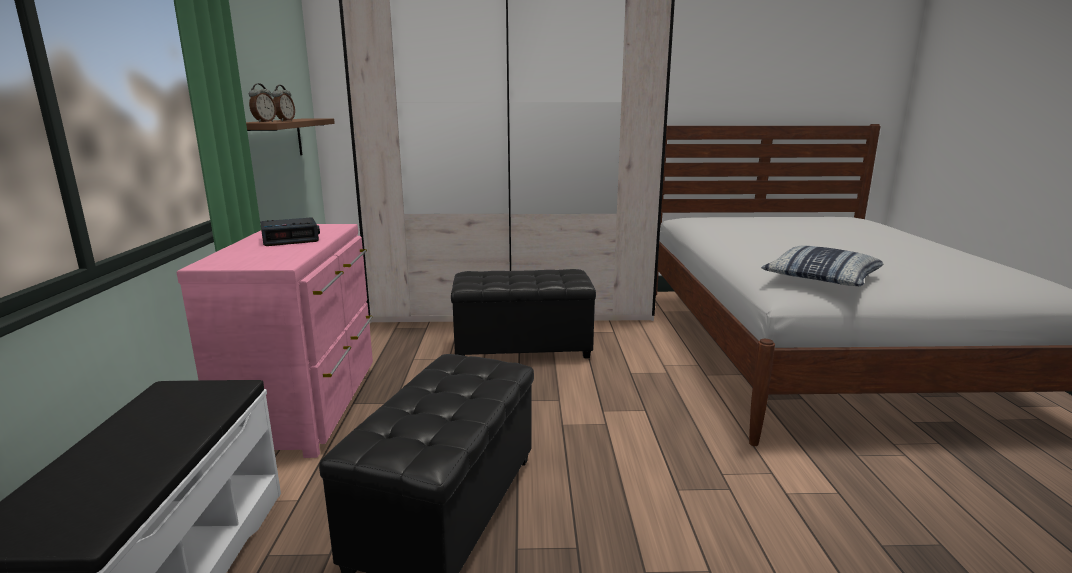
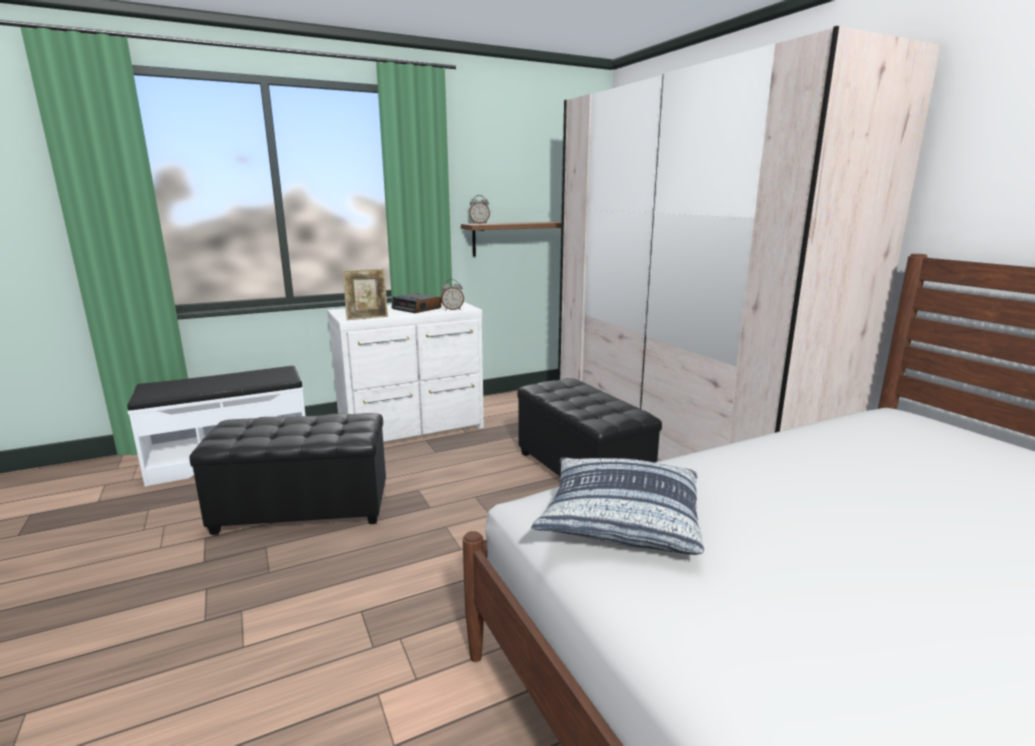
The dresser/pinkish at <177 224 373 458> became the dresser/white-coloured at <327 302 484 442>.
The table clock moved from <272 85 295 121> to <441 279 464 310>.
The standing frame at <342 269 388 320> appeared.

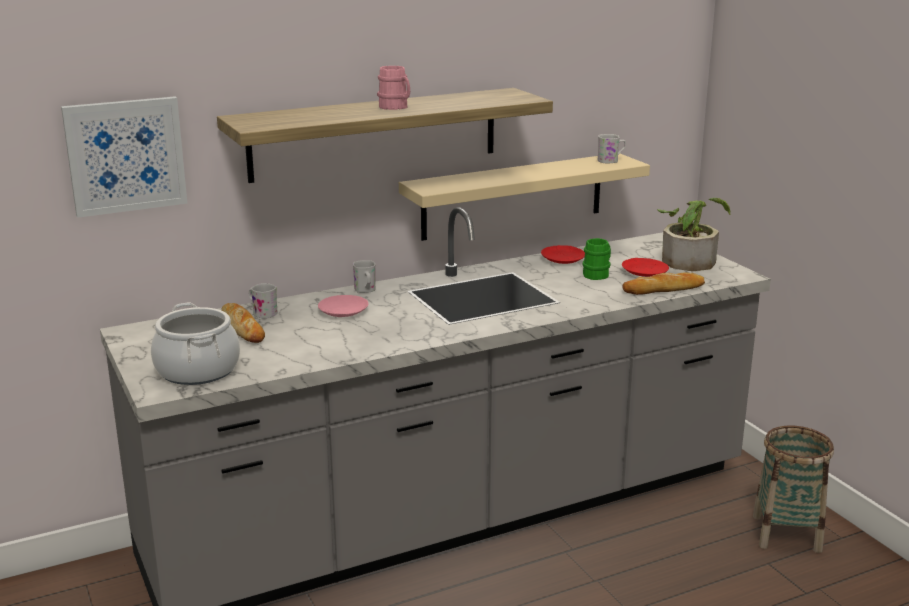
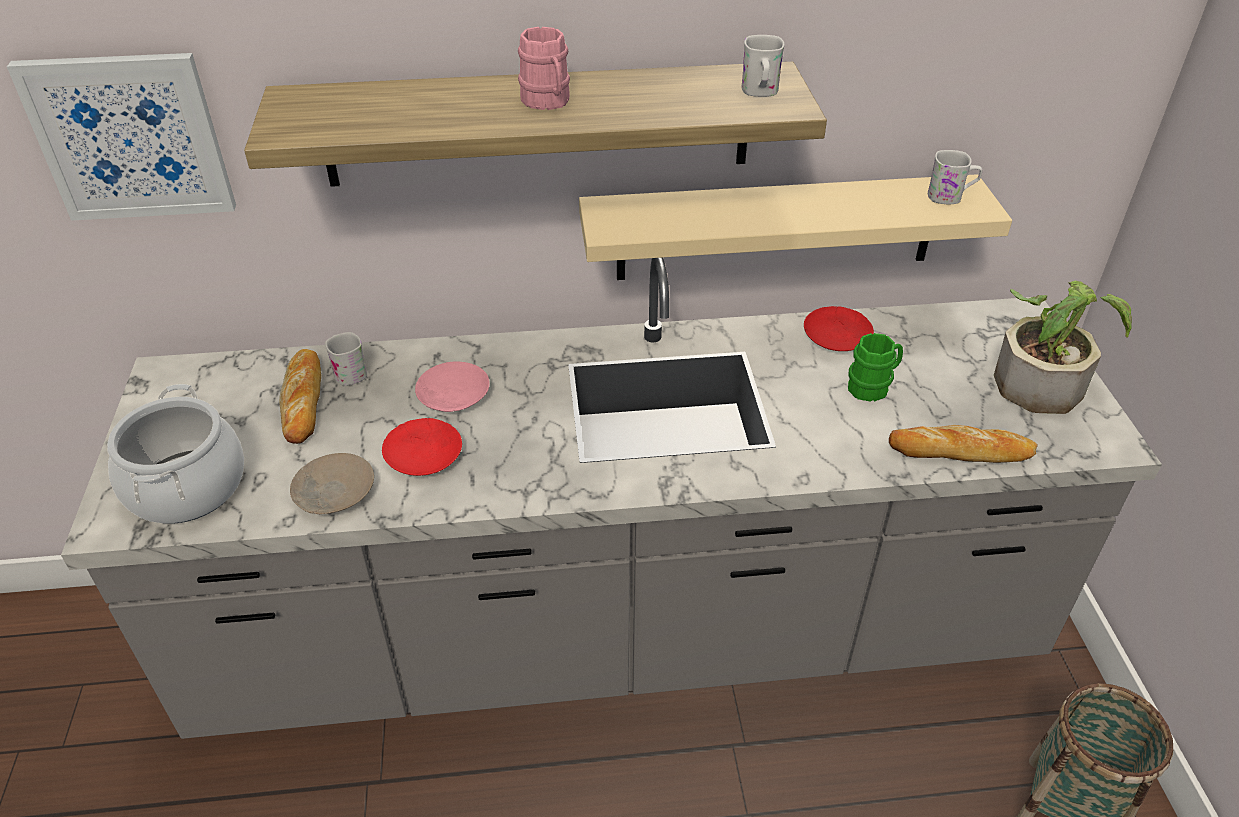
The coffee mug/white-coloured moved from <353 260 376 293> to <741 35 785 97>.
The plate/red-coloured moved from <622 258 669 277> to <382 418 462 476>.
The plate/beige-coloured at <290 453 374 514> appeared.

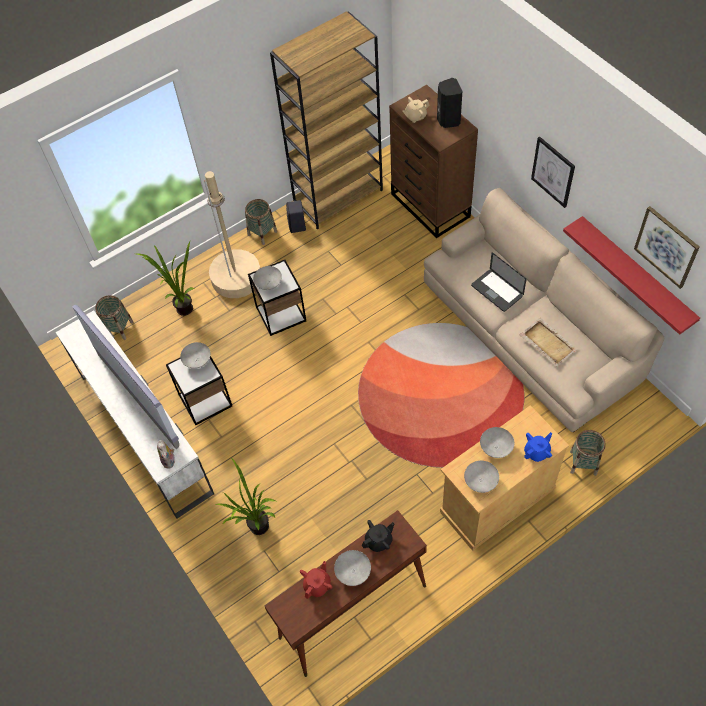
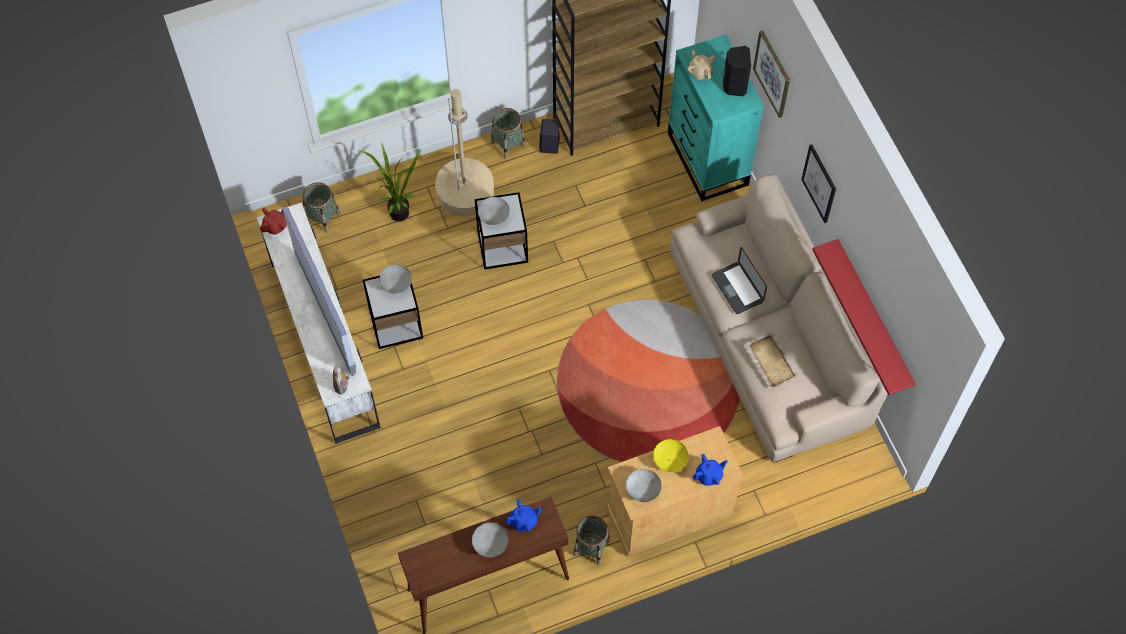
The houseplant at <214 458 276 535> disappeared.
The pot for tea/red-coloured moved from <300 561 332 599> to <260 206 287 235>.
The pot for tea/black-coloured at <362 520 394 552> became the pot for tea/blue at <505 499 542 532>.
The dresser/brownish at <389 85 478 239> became the dresser/blue-green at <668 34 764 202>.
The pot for tea/beige-coloured at <403 97 430 123> turned 75 degrees clockwise.
The bowl/gray at <480 427 514 458> became the bowl/yellowish at <653 439 688 472>.
The storage basket moved from <570 430 606 476> to <573 516 609 565>.
The wall art moved from <634 206 700 289> to <753 30 790 118>.

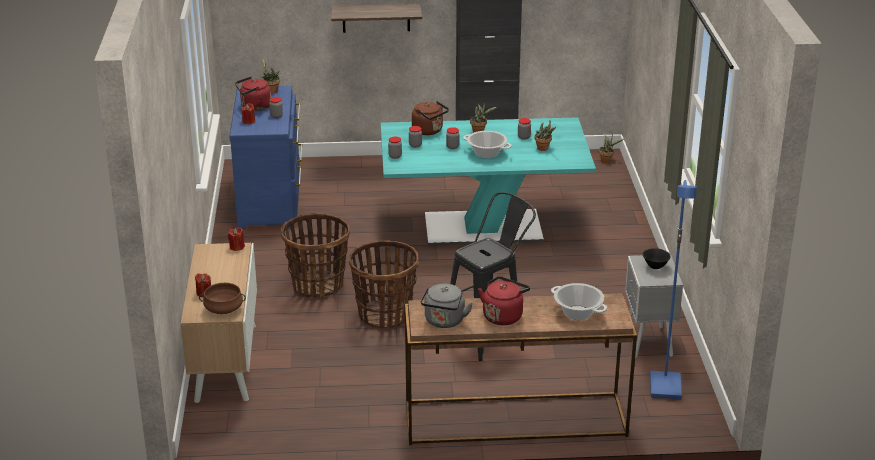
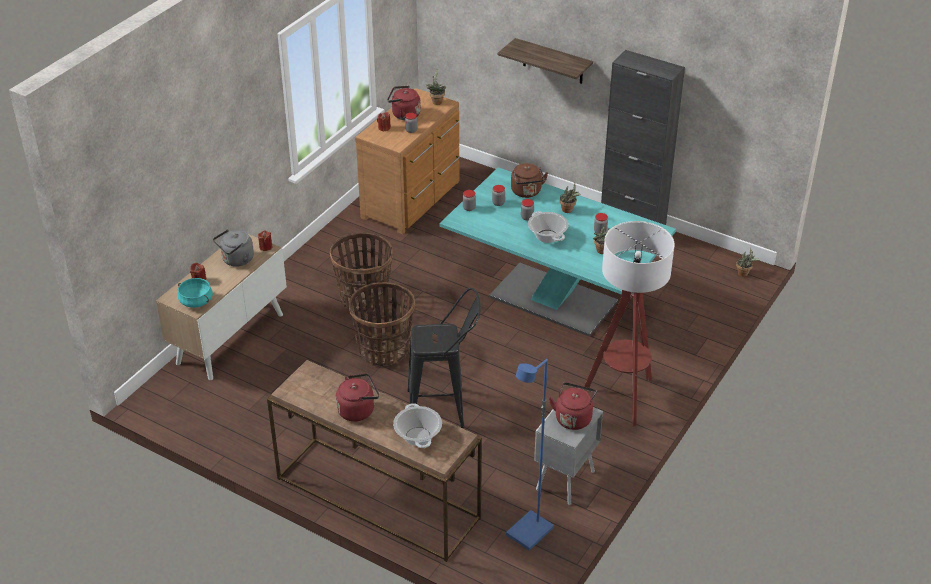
The cooking pot/brownish at <199 283 246 314> became the cooking pot/blue-green at <178 278 213 308>.
The dresser/blue at <229 86 302 230> became the dresser/brownish at <355 88 460 234>.
The water kettle/gray moved from <420 284 473 328> to <213 229 254 267>.
The bowl/black-coloured at <643 248 671 269> was replaced by the water kettle/red-coloured at <549 382 597 430>.
The floor lamp at <584 221 675 426> appeared.

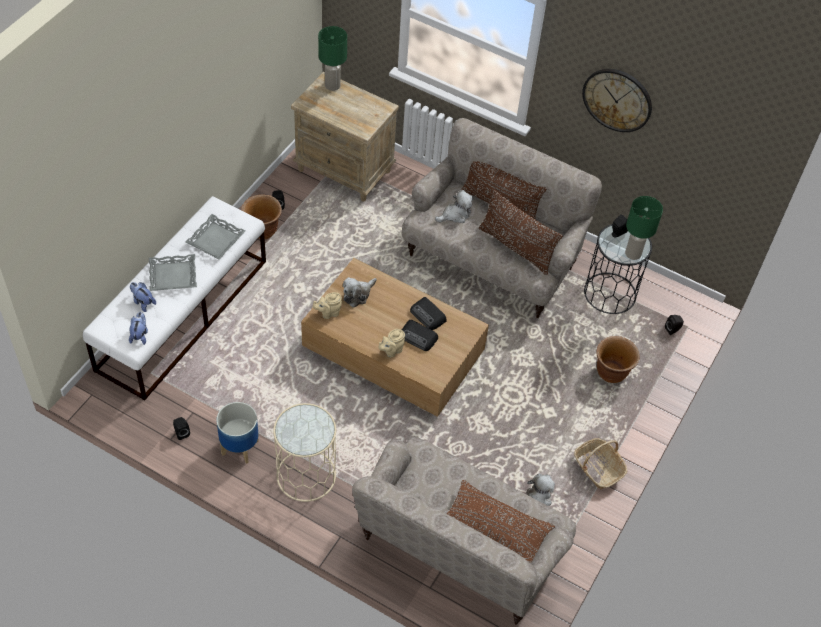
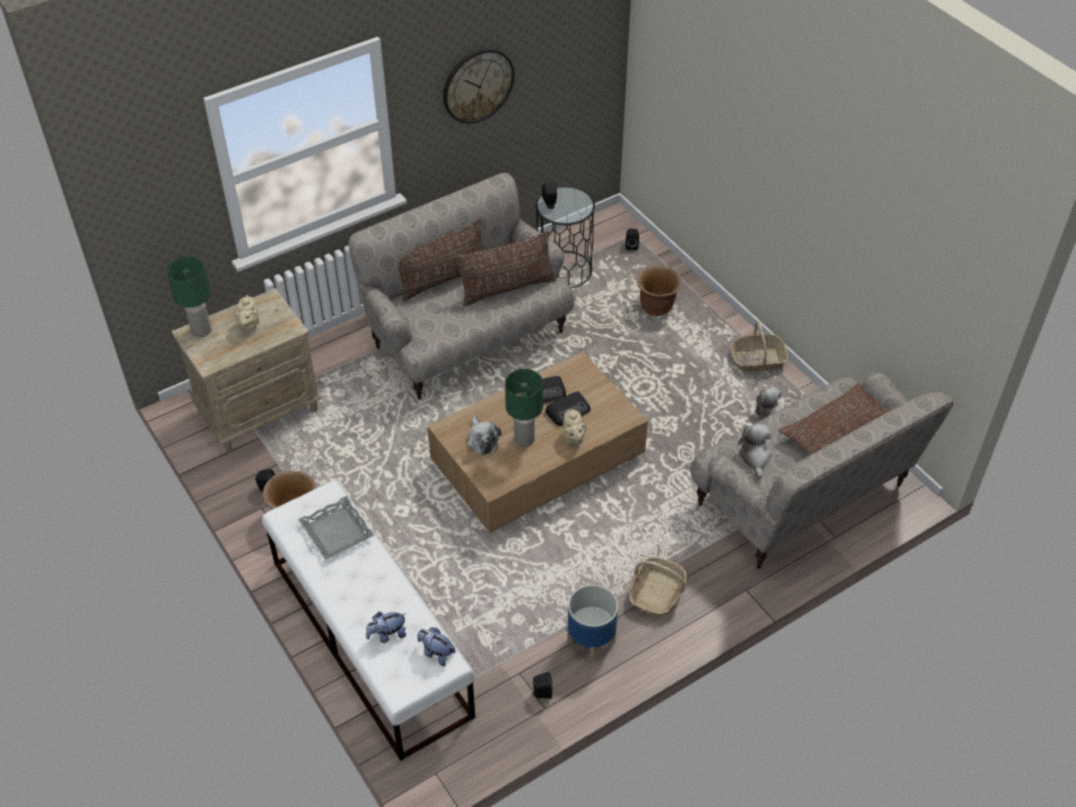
The tray/gray at <149 254 197 291> disappeared.
The end table/beige-coloured at <273 403 336 502> was replaced by the storage basket at <629 557 687 617>.
The pot for tea/beige-coloured moved from <313 292 342 319> to <234 295 259 332>.
The cuddly toy moved from <435 190 474 223> to <738 423 772 479>.
The tabletop lamp/green-coloured moved from <625 196 663 260> to <505 369 543 447>.

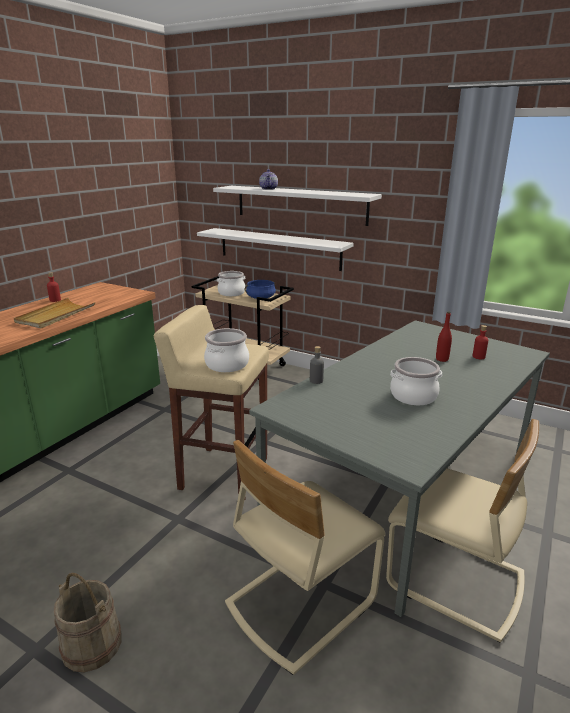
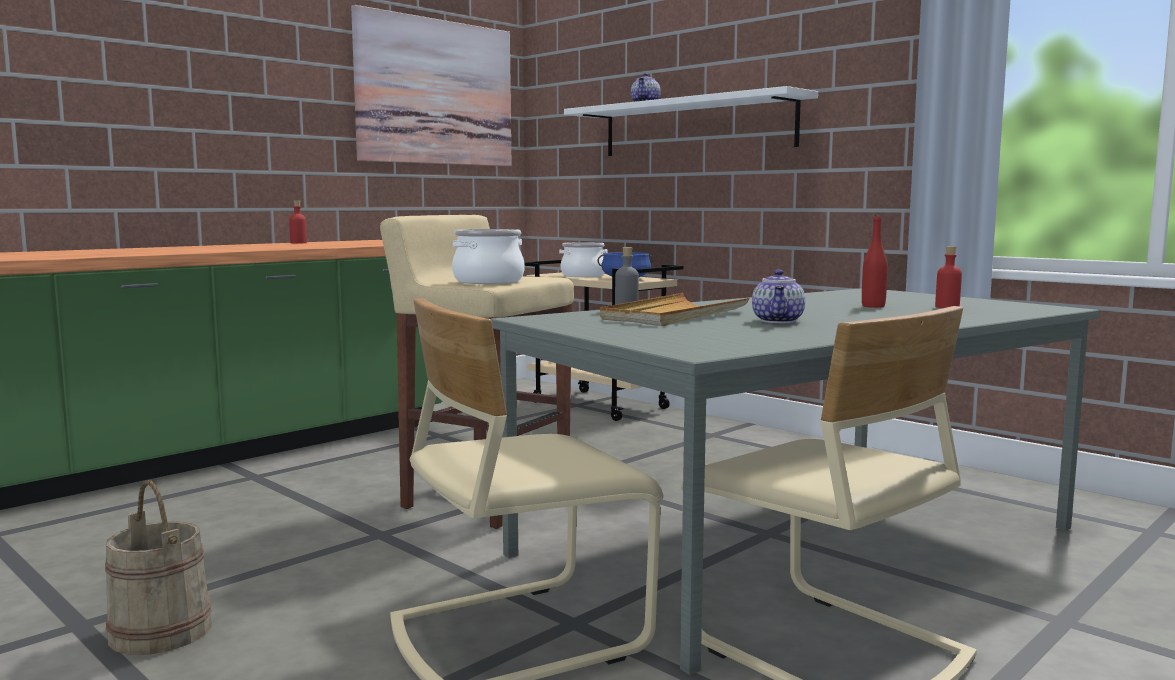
The tray/beige-coloured moved from <14 298 95 329> to <600 293 749 326>.
The wall shelf/white-coloured at <197 228 354 271> disappeared.
The cooking pot at <390 357 442 405> was replaced by the pot for tea at <752 270 805 323>.
The wall art at <351 5 512 166> appeared.

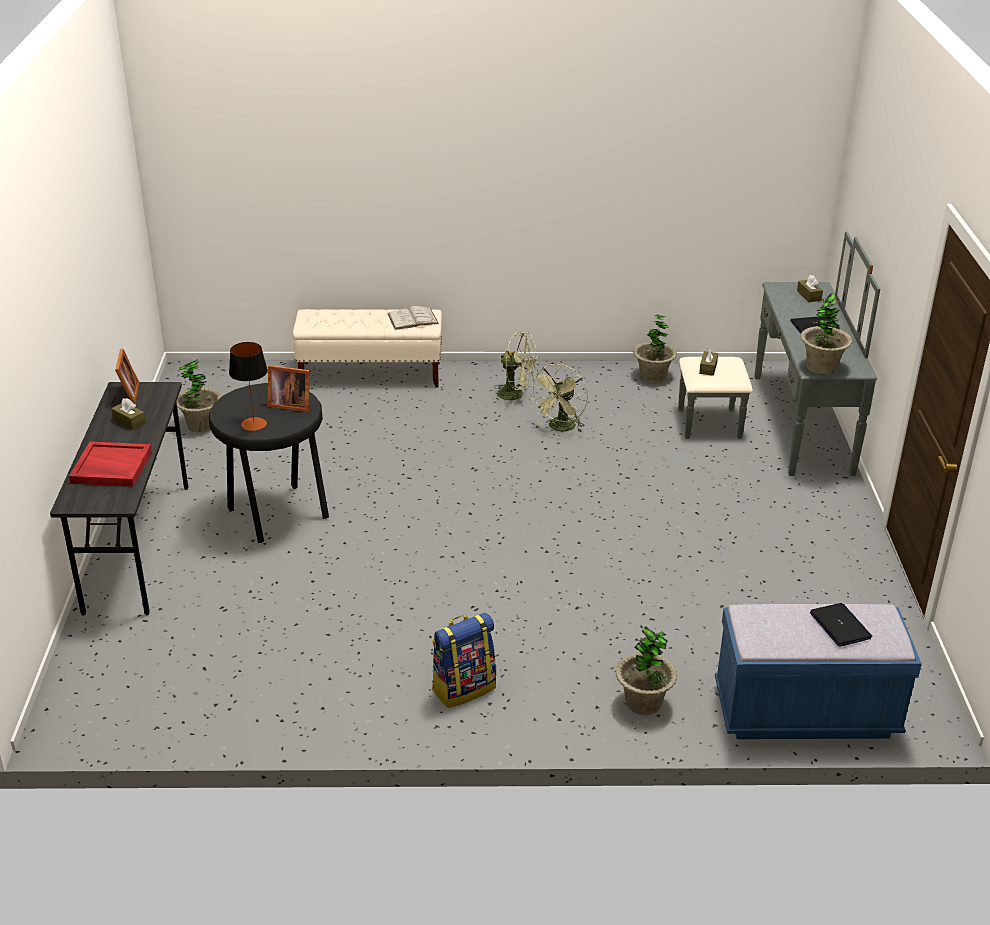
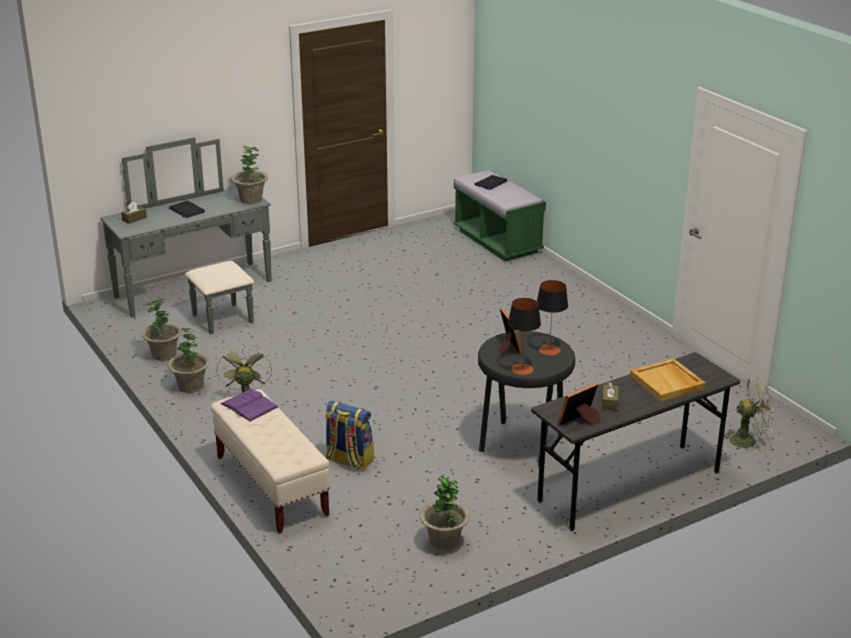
The tray/red-coloured at <69 441 152 487> became the tray/beige-coloured at <630 359 706 401>.
The bound book/white-coloured at <388 306 439 330> became the bound book/purple at <220 388 278 422>.
The knapsack moved from <432 612 496 708> to <325 401 374 470>.
The cooling fan/green-coloured moved from <530 364 588 432> to <724 378 774 453>.
The houseplant moved from <615 626 677 715> to <168 328 210 393>.
The tissue holder/brownish at <699 348 718 376> disappeared.
The long seat/blue at <715 604 922 739> became the long seat/green-coloured at <453 170 546 261>.
The tabletop lamp at <508 298 541 375> appeared.

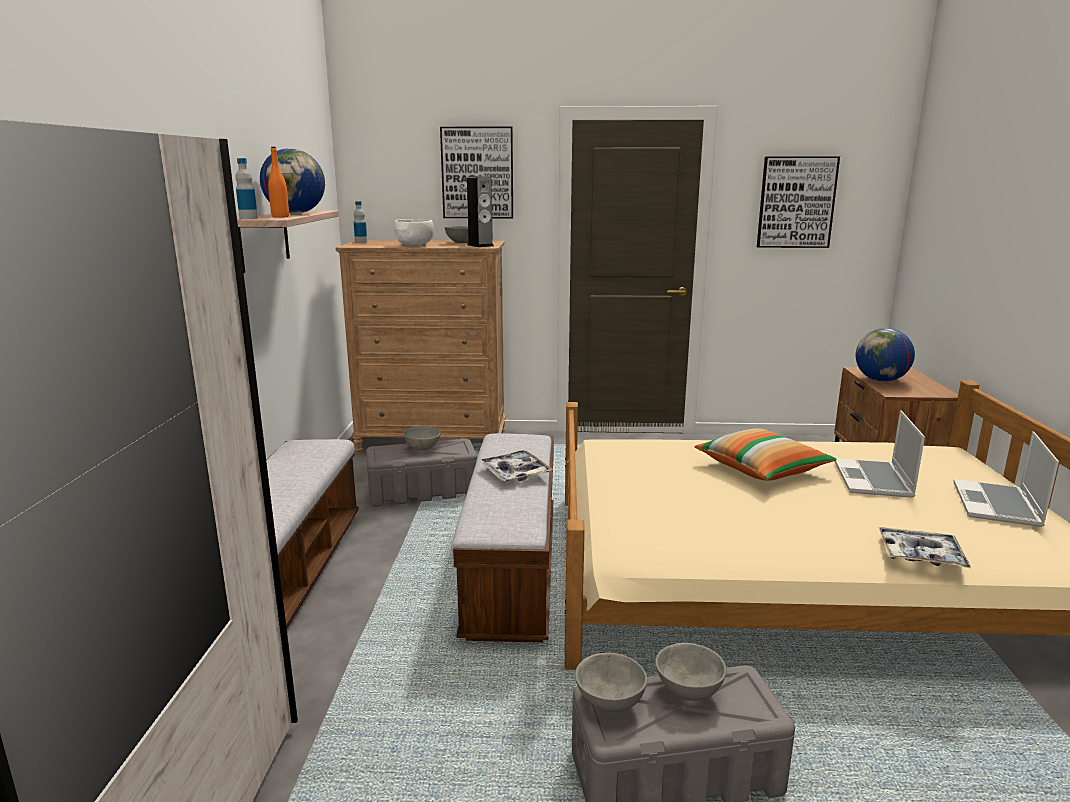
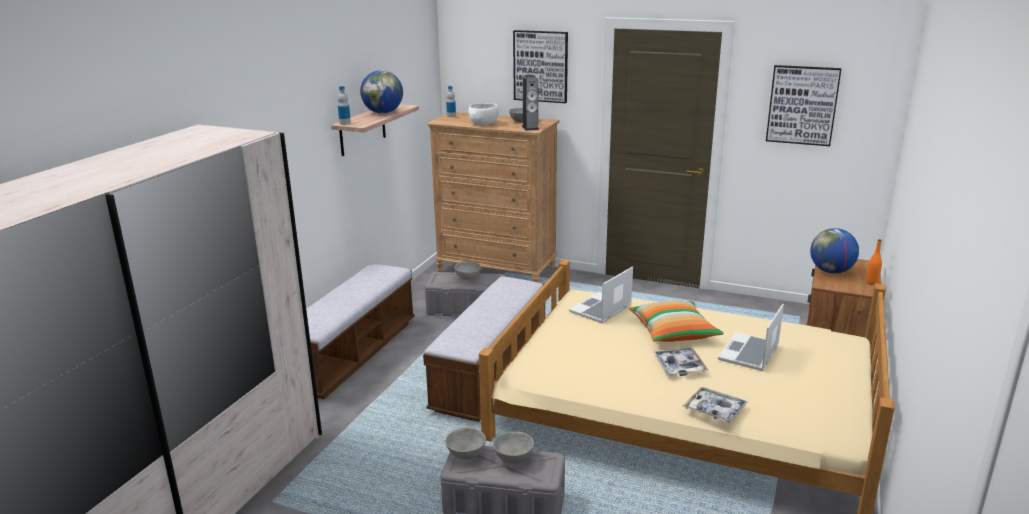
The bottle/orange moved from <268 147 289 218> to <866 239 882 285>.
The tray moved from <479 450 553 481> to <653 348 709 376>.
The portable computer moved from <953 431 1059 527> to <569 266 633 323>.

